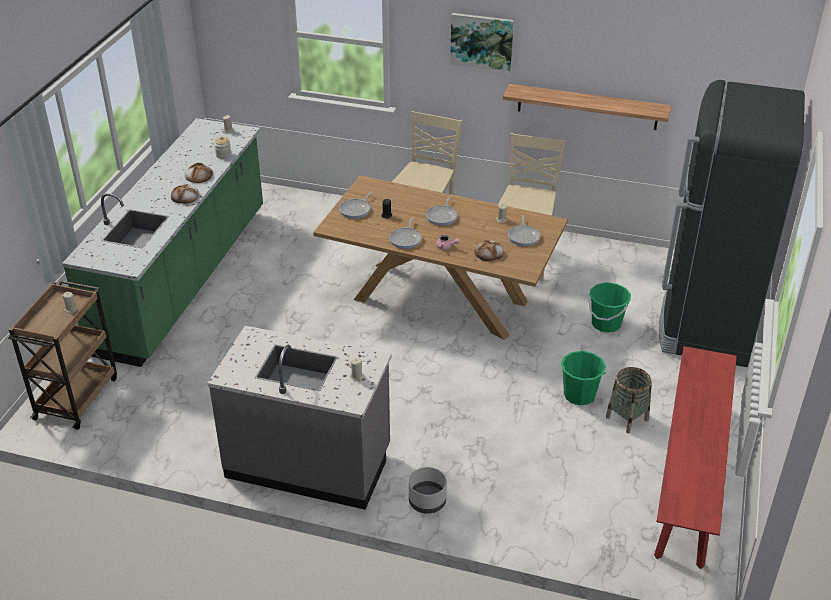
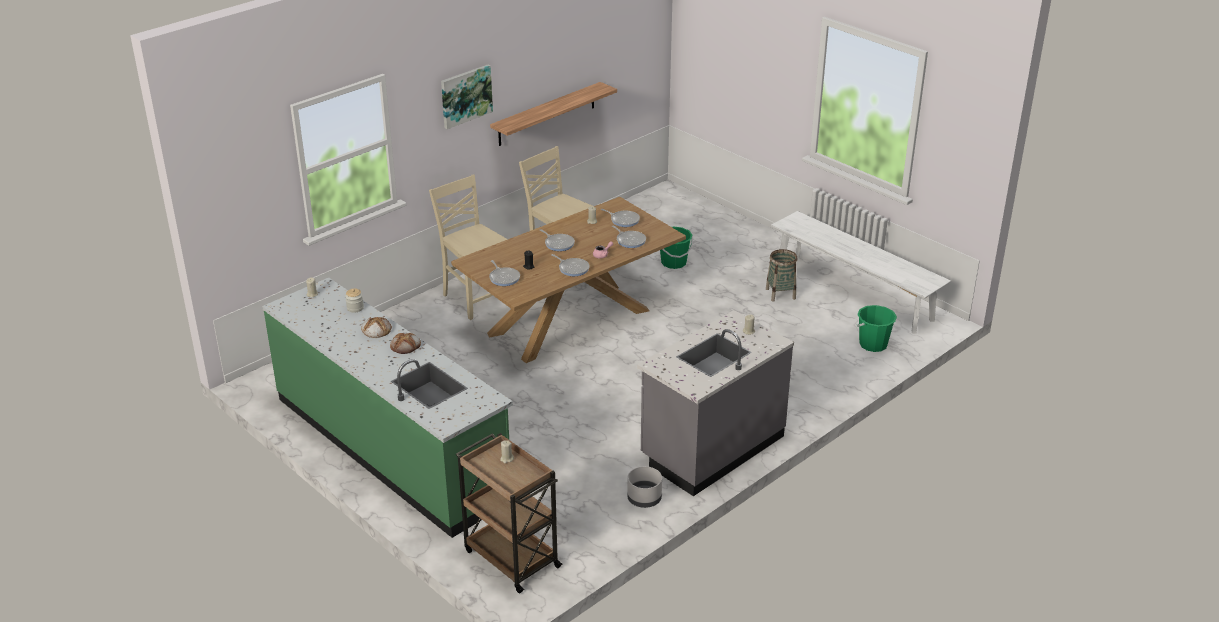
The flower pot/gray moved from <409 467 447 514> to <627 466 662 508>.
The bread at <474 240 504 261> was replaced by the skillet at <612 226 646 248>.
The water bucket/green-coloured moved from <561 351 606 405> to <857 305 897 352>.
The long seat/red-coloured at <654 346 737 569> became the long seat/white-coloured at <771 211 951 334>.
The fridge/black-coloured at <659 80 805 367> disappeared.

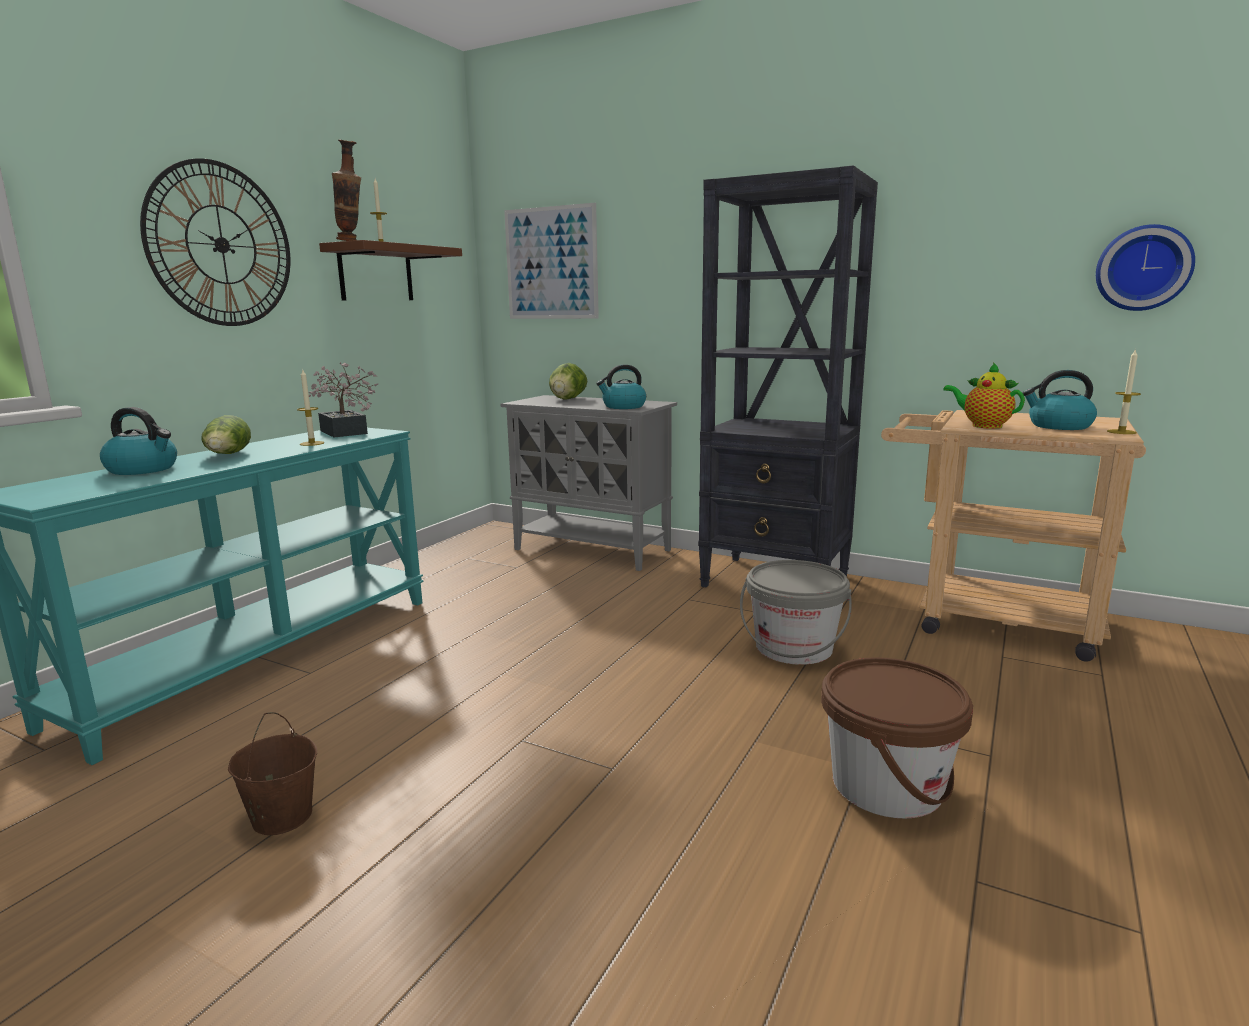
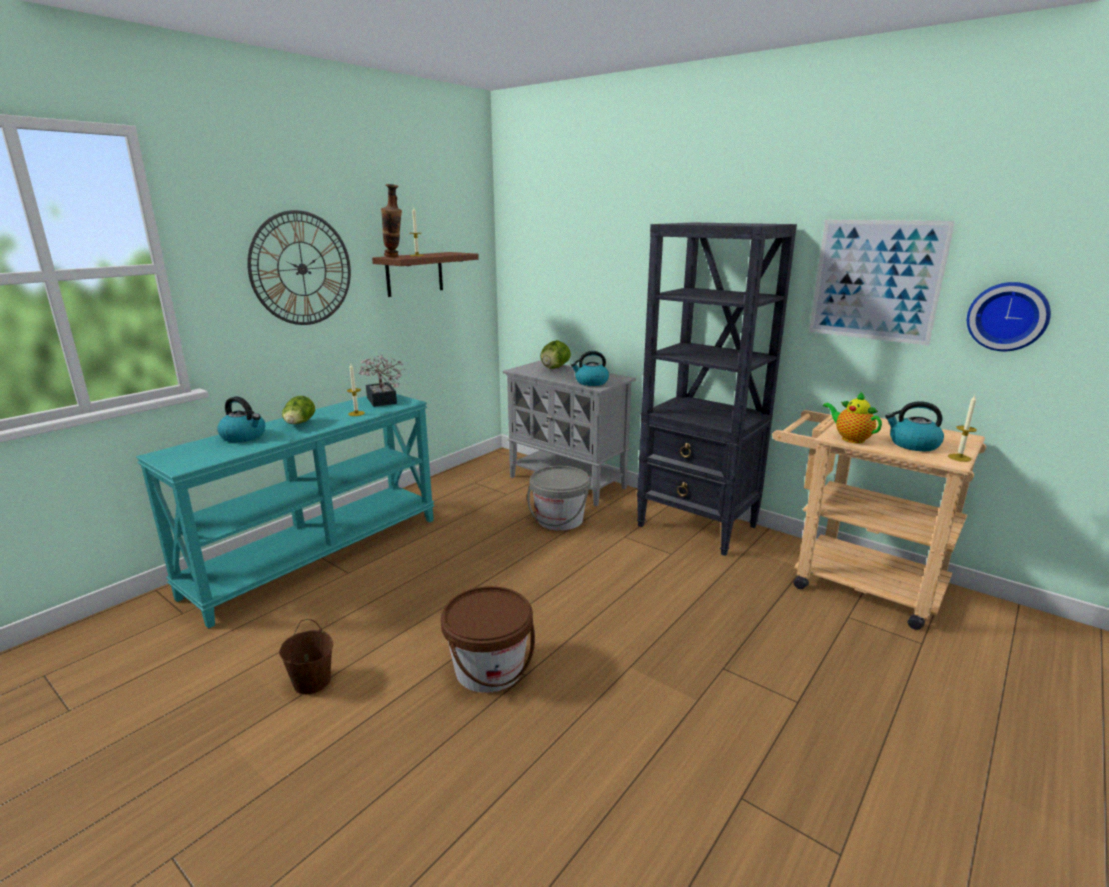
The wall art moved from <504 203 599 319> to <809 220 955 346>.
The water bucket/gray moved from <740 560 852 665> to <527 466 591 531>.
The water bucket/brownish moved from <821 657 973 819> to <441 586 535 693>.

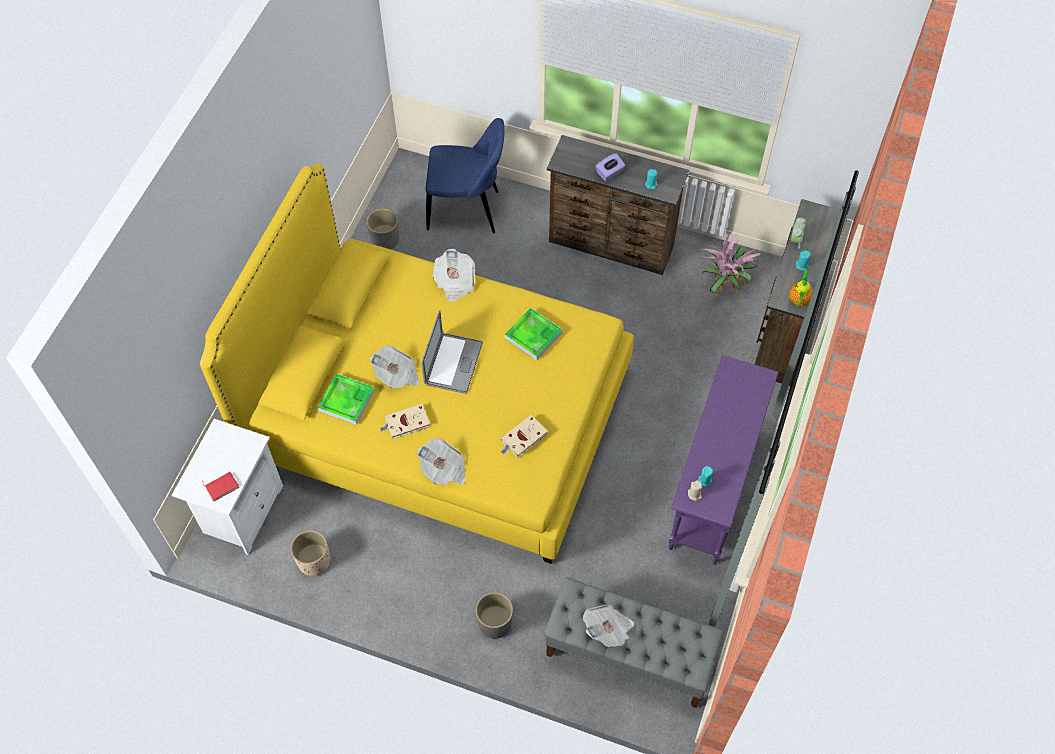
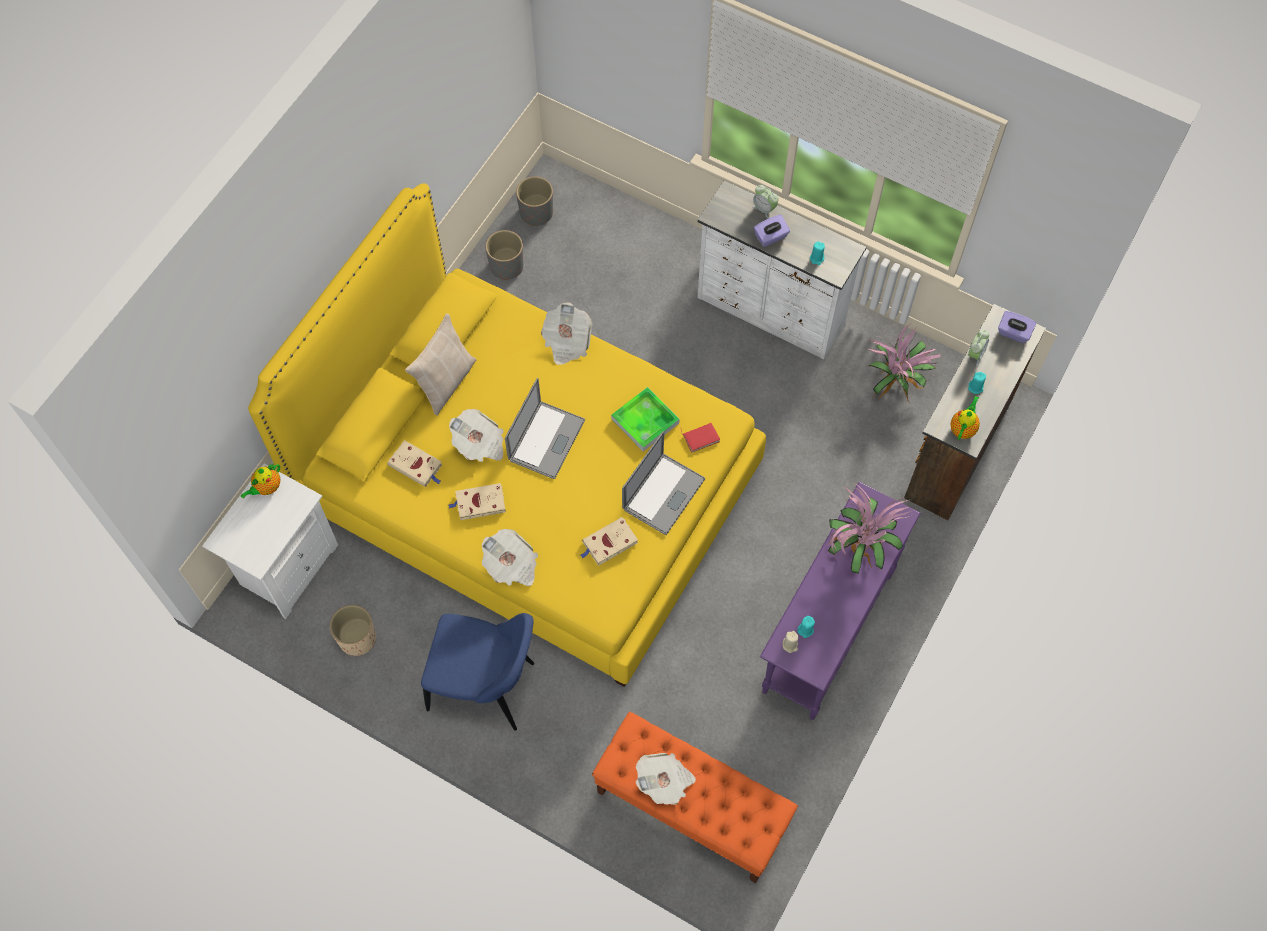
The bound book/red-coloured moved from <202 472 239 501> to <681 423 720 452>.
The tray at <317 374 375 425> was replaced by the bound book/beige-coloured at <387 440 442 487>.
The plain chair/blue moved from <426 118 505 233> to <421 613 534 731>.
The flower pot/gray moved from <475 592 513 639> to <516 176 553 227>.
The long seat/gray at <544 577 724 708> became the long seat/orange at <592 712 798 883>.
The dresser/brownish at <547 135 689 275> became the dresser/white-coloured at <697 181 866 359>.
The pot for tea at <241 464 280 498> appeared.
The throw pillow/beige-coloured at <405 313 477 415> appeared.
The portable computer at <622 431 705 535> appeared.
The table clock at <752 185 779 219> appeared.
The houseplant at <828 484 913 574> appeared.
The tissue holder/purple at <998 311 1036 343> appeared.

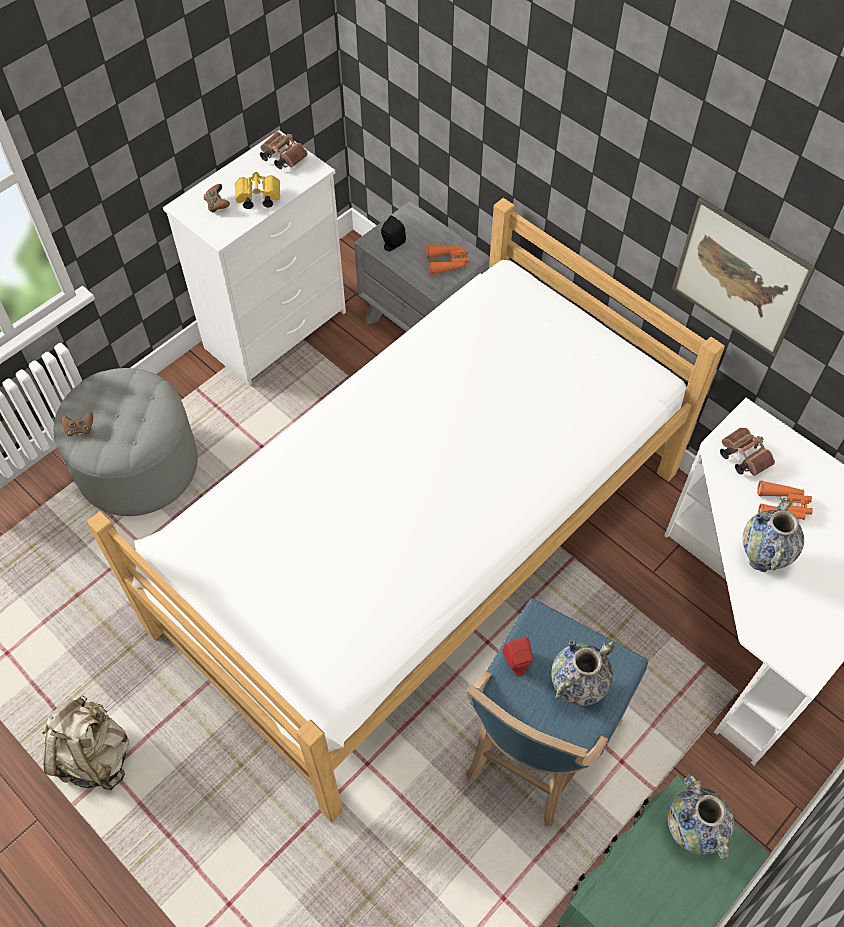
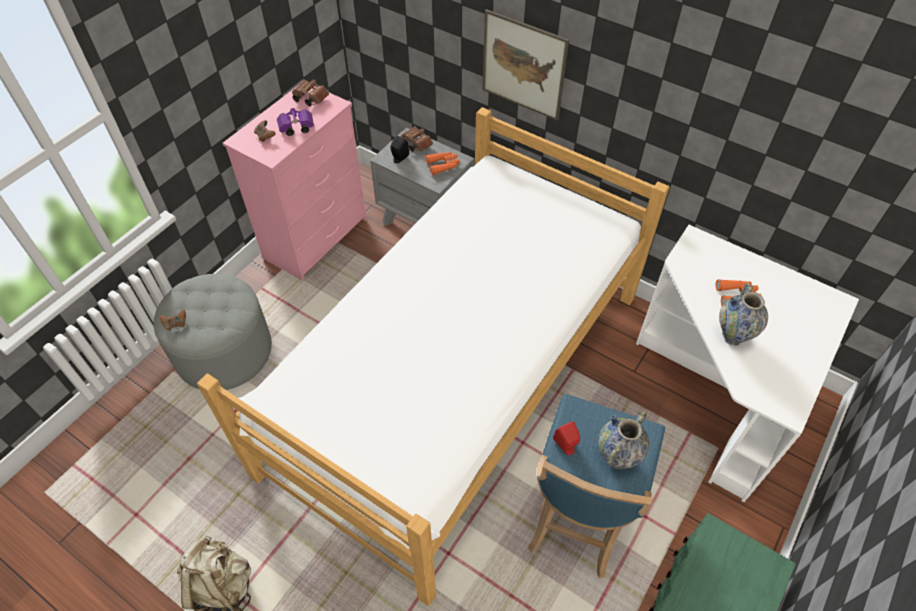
The dresser/white-coloured at <163 130 346 386> became the dresser/pinkish at <223 86 367 281>.
The field glasses/yellowish at <235 172 280 209> became the field glasses/purple at <277 108 314 136>.
The flower vase at <668 775 734 859> disappeared.
The wall art moved from <672 197 815 356> to <482 9 569 120>.
The field glasses/brownish moved from <720 428 775 476> to <401 126 433 152>.

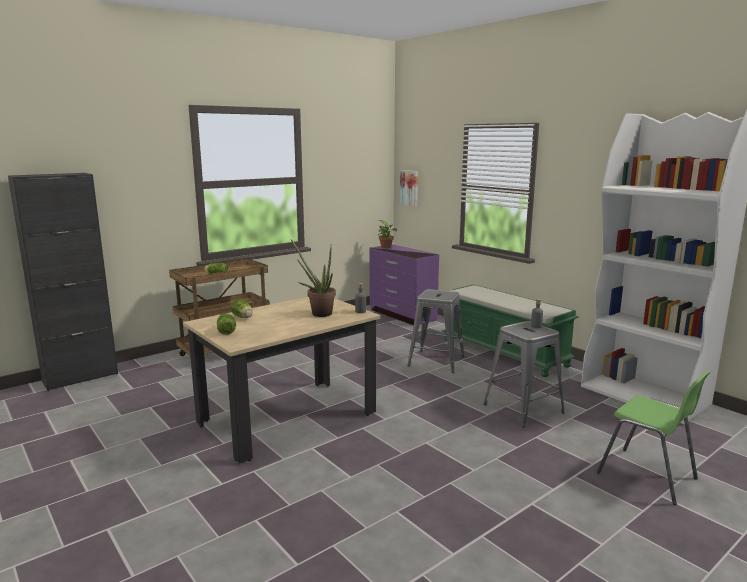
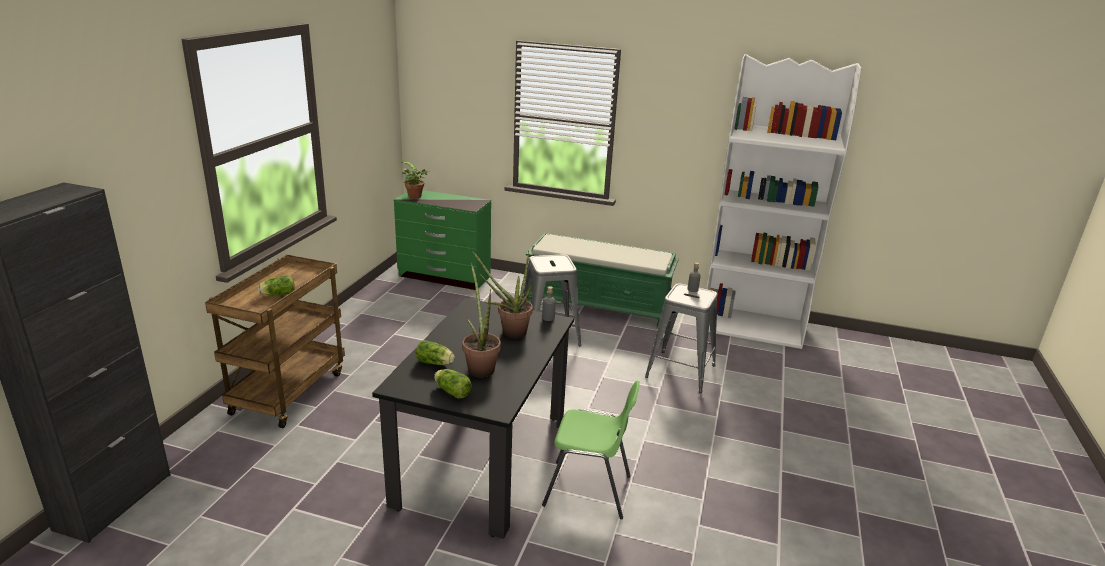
The kitchen table/beige-coloured at <183 297 381 464> became the kitchen table/black-coloured at <372 298 574 539>.
The dresser/purple at <370 244 439 325> became the dresser/green-coloured at <394 190 491 290>.
The wall art at <400 170 418 206> disappeared.
The plain chair/green-coloured moved from <597 370 711 505> to <542 381 640 519>.
The houseplant at <462 263 501 378> appeared.

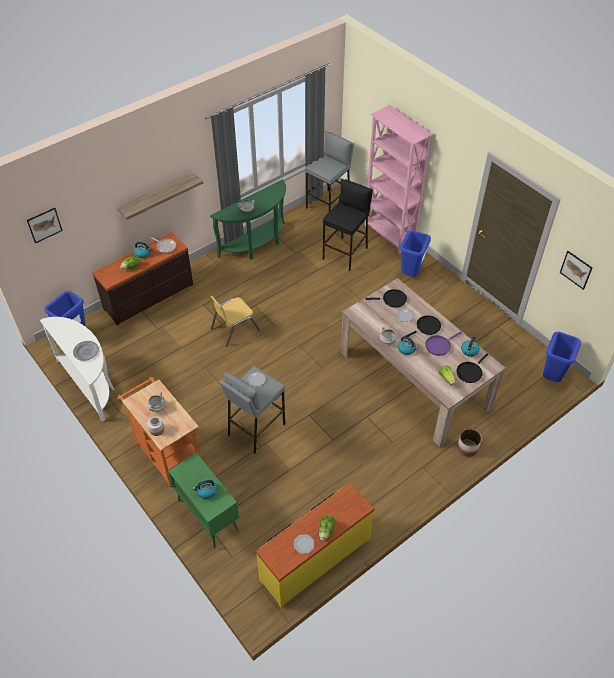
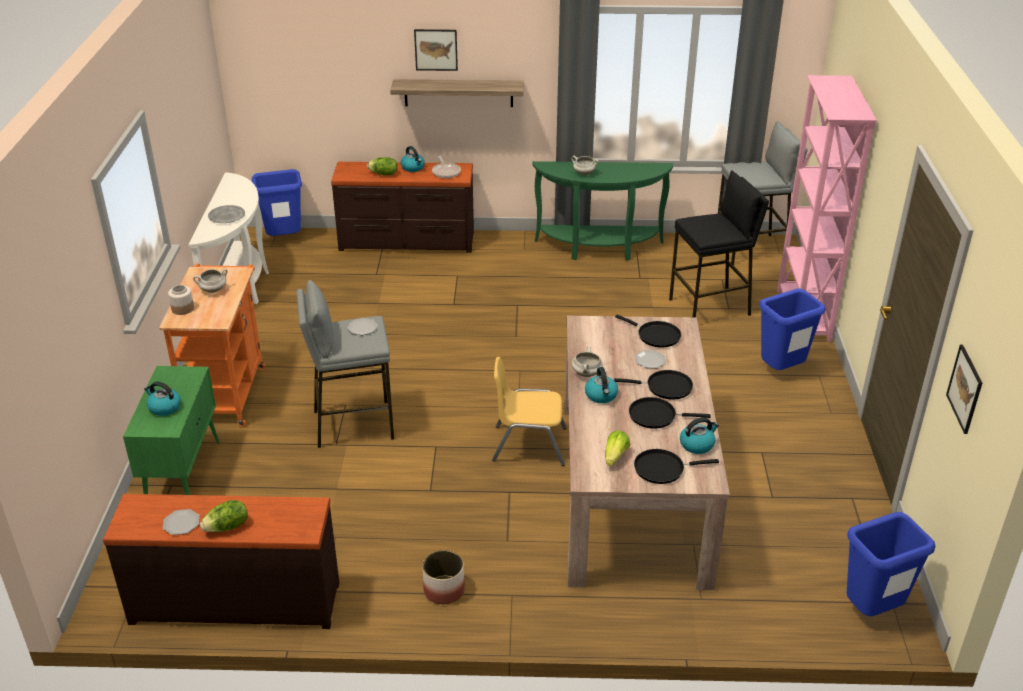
The wall art moved from <27 208 63 244> to <414 29 458 71>.
The plain chair/yellowish moved from <211 296 260 347> to <492 357 567 466>.
The dresser/yellowish at <256 483 375 608> became the dresser/brownish at <103 494 339 629>.
The skillet/purple at <425 331 462 356> became the skillet/black-coloured at <629 397 711 429>.
The flower pot moved from <457 429 482 457> to <422 550 465 604>.

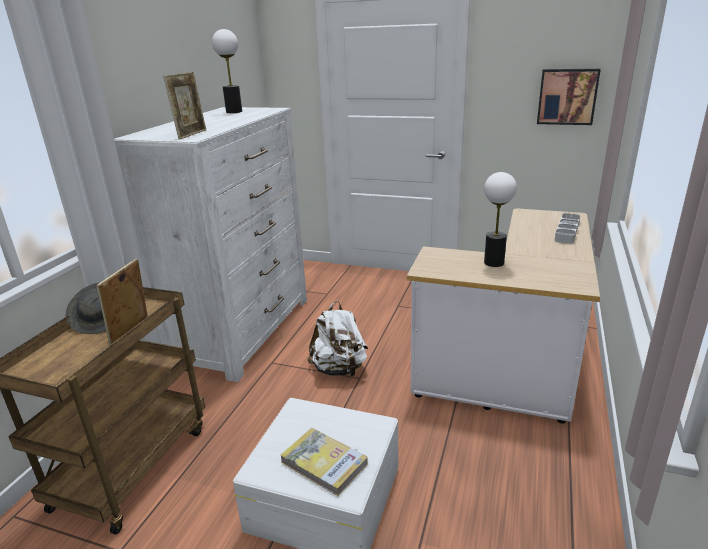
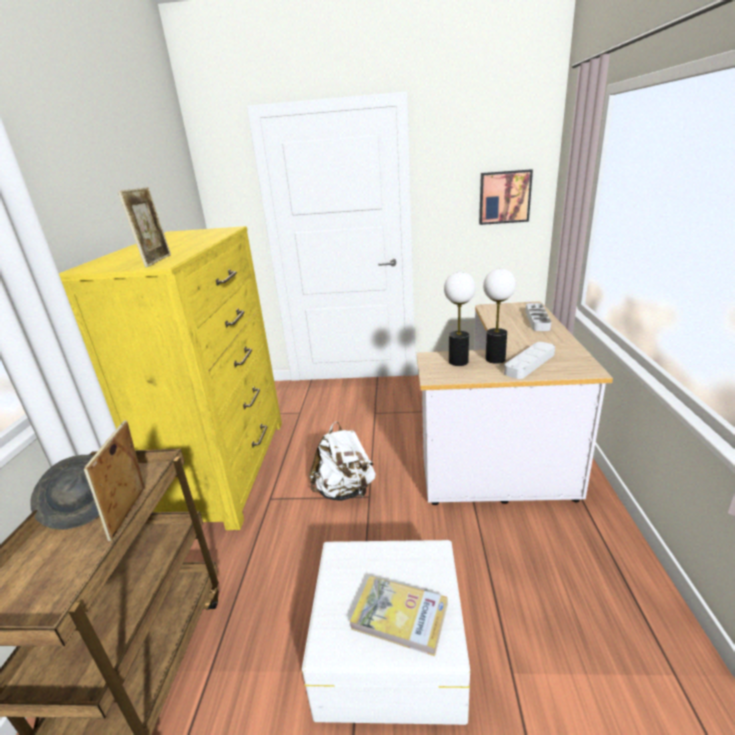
The dresser/white-coloured at <114 107 307 382> became the dresser/yellowish at <59 226 282 530>.
The tabletop lamp moved from <212 29 242 113> to <444 271 476 366>.
The tray/gray at <504 342 555 379> appeared.

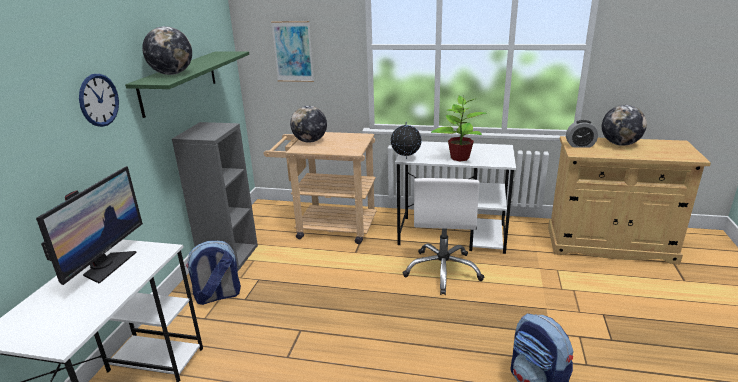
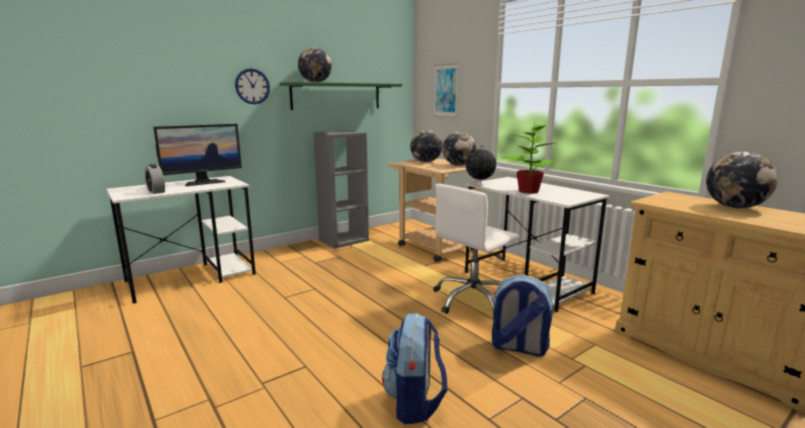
The knapsack moved from <186 241 241 305> to <492 275 553 357>.
The table clock moved from <566 120 598 148> to <145 164 165 194>.
The world globe at <443 132 476 166> appeared.

